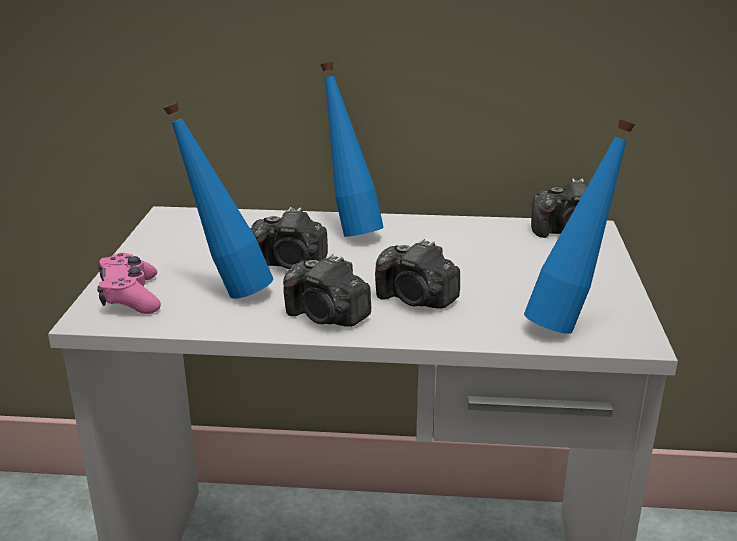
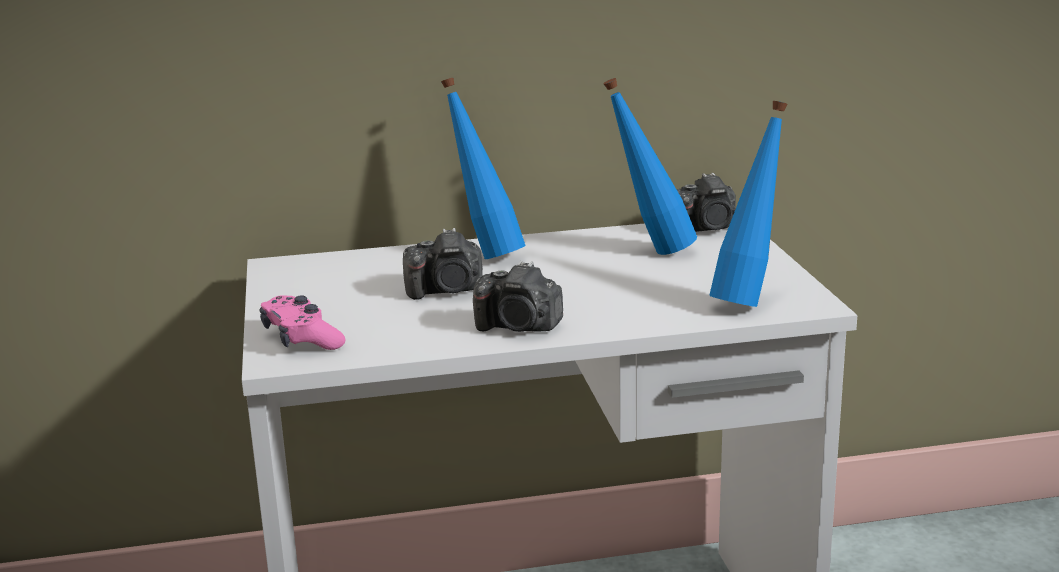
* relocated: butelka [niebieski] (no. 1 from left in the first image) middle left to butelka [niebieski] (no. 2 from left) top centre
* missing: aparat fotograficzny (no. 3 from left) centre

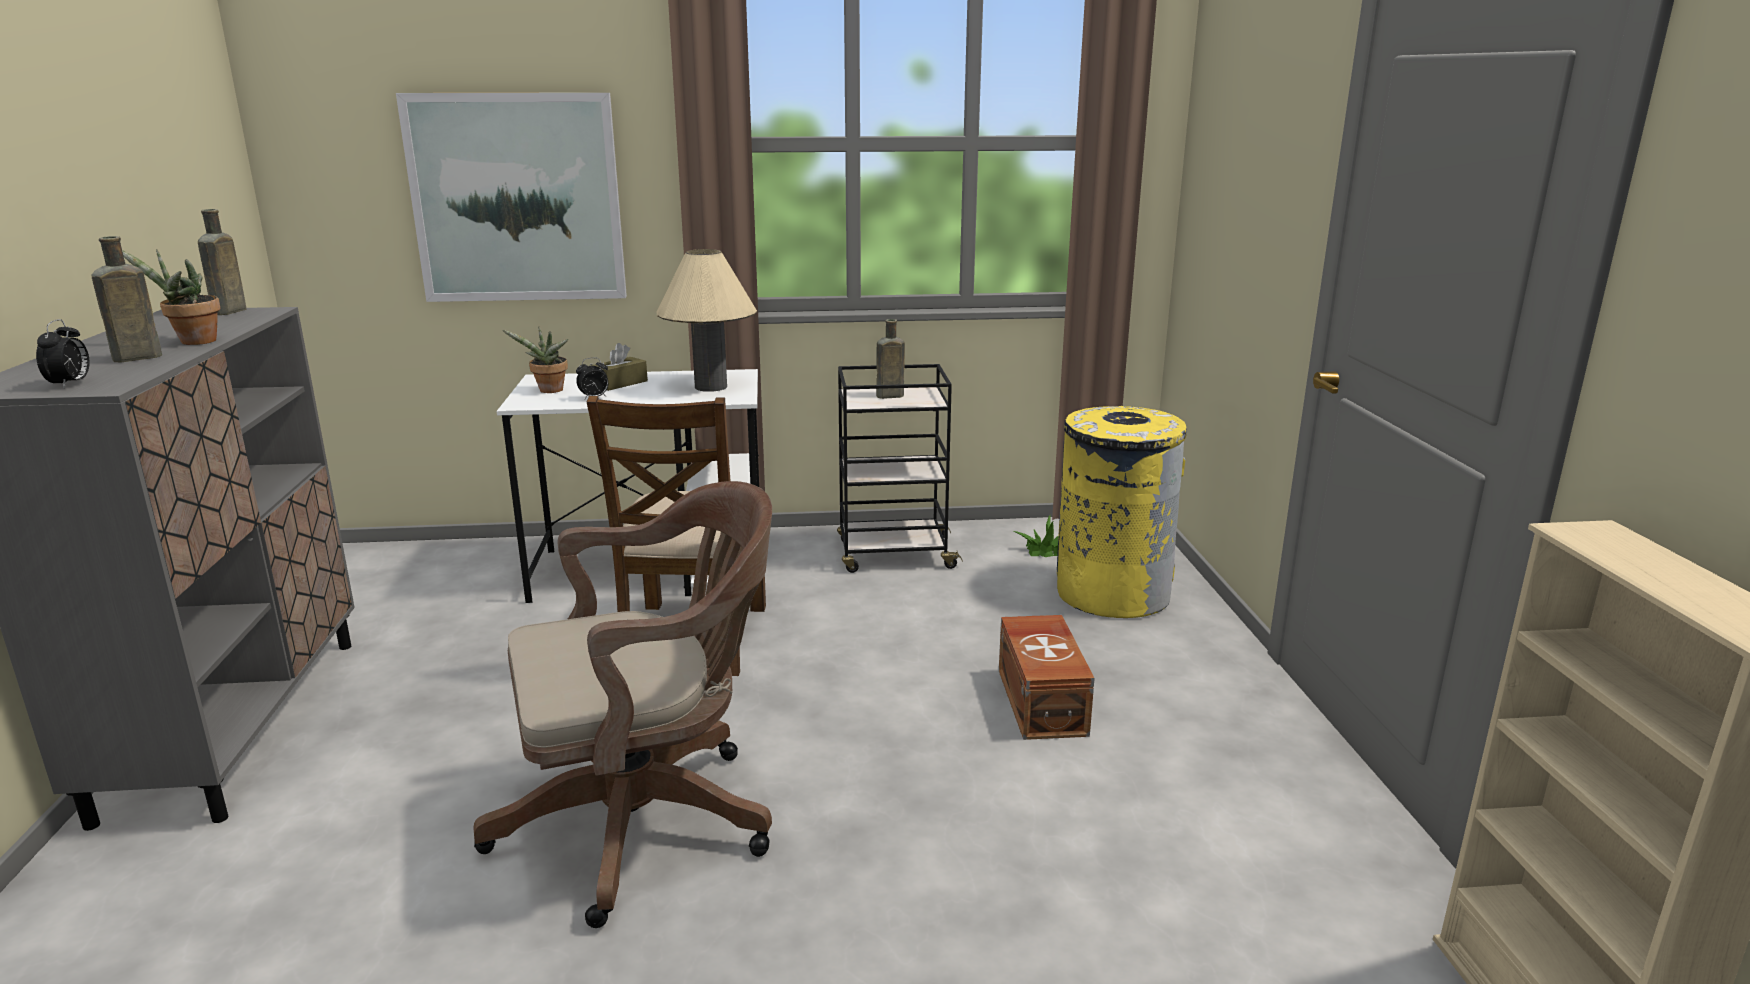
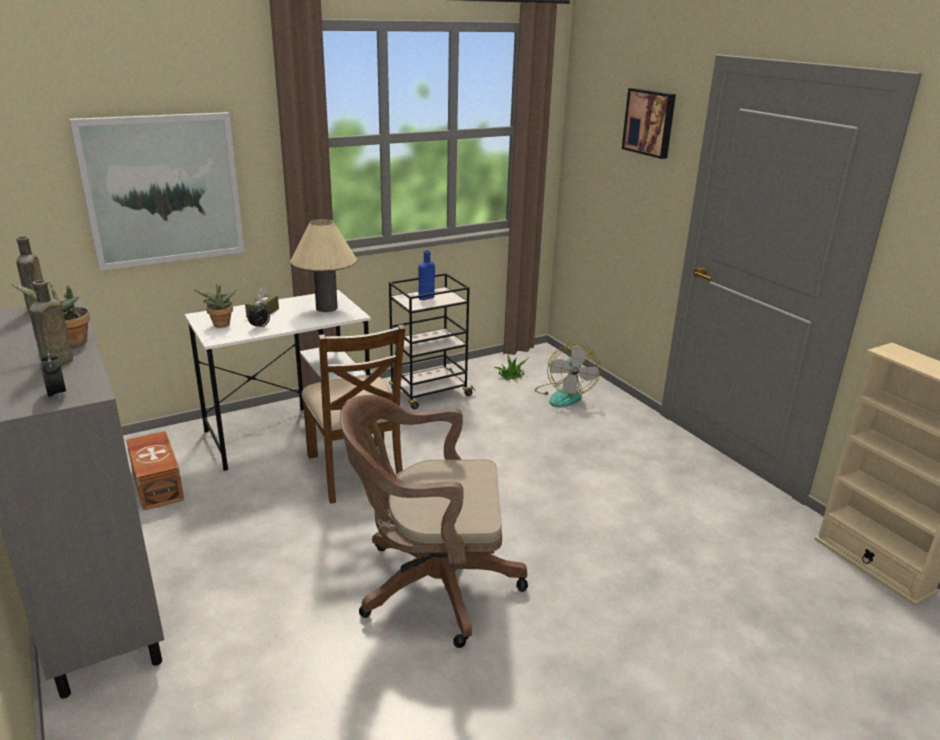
* colour: butelka [brązowy] (no. 3 from left) centre to butelka [niebieski] centre
* exchanged: kosz na śmieci [żółty] centre to wentylator centre
* spun: krzesło biurowe [brązowy] bottom centre = bottom centre 135 degrees counterclockwise
* relocated: pojemnik do przechowywania [brązowy] bottom centre to middle left
* appeared: obraz (no. 2 from left) top right

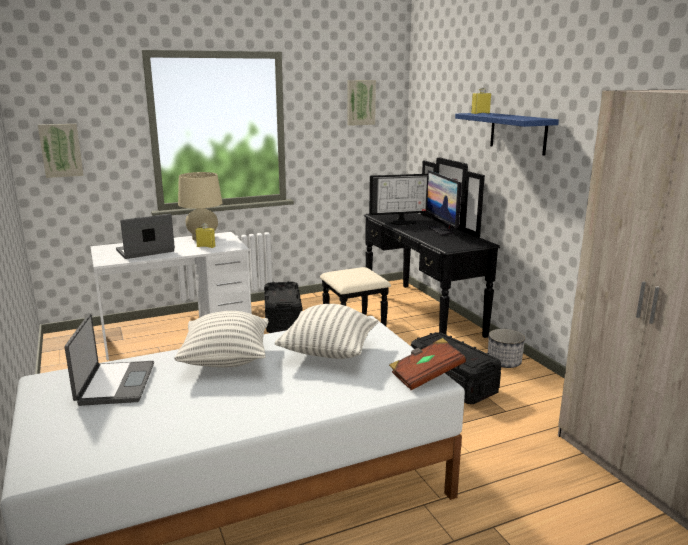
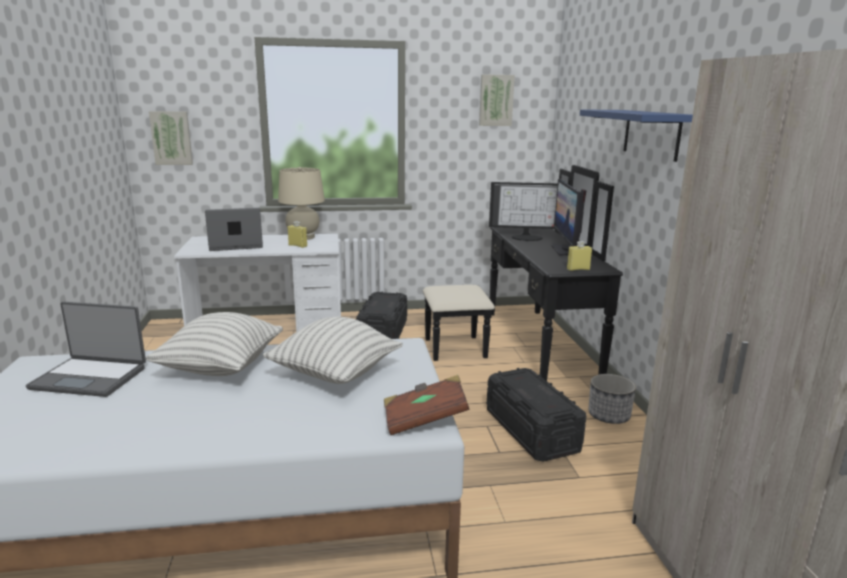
* relocated: butelka [żółty] (no. 2 from left) top right to middle right
* spun: laptop (no. 1 from left) middle left = middle left 90 degrees clockwise

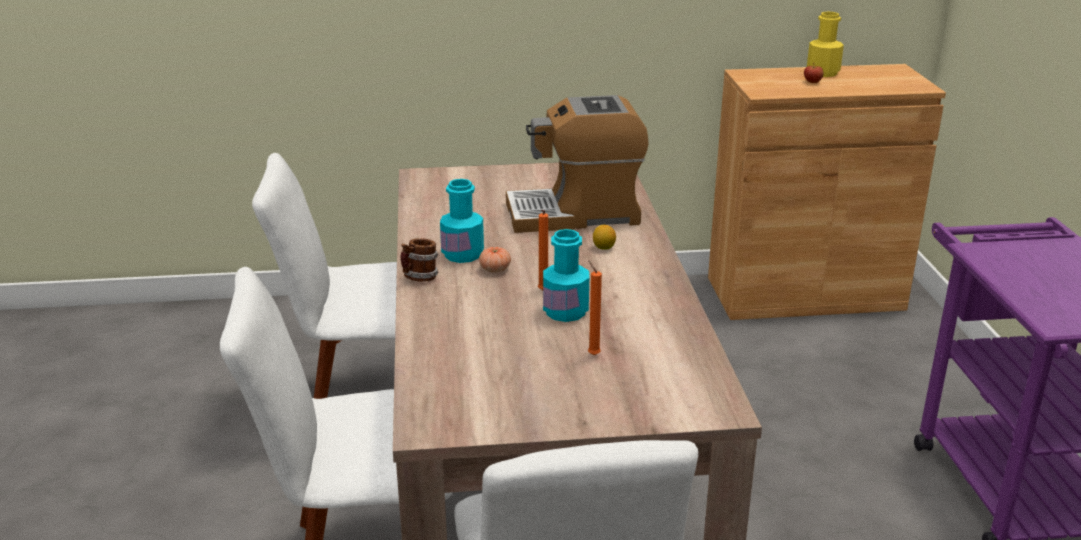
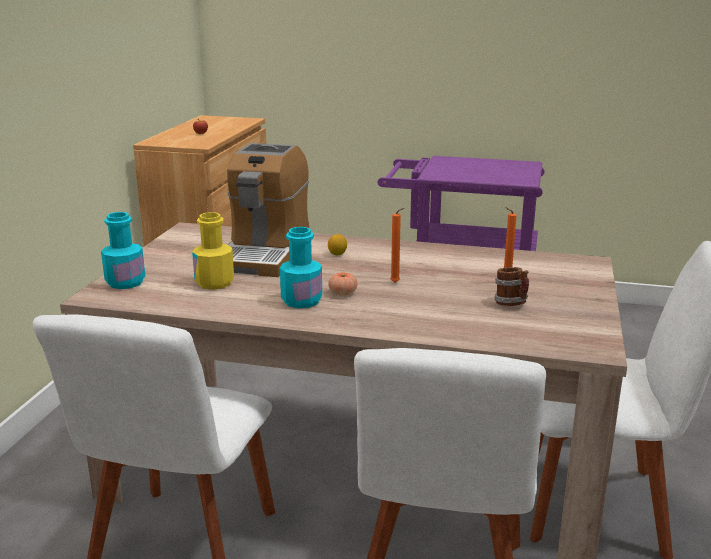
* relocated: butelka [żółty] top right to middle left
* relocated: butelka [turkusowy] (no. 2 from left in the first image) centre to butelka [turkusowy] (no. 1 from left) middle left
* relocated: kubek centre to middle right

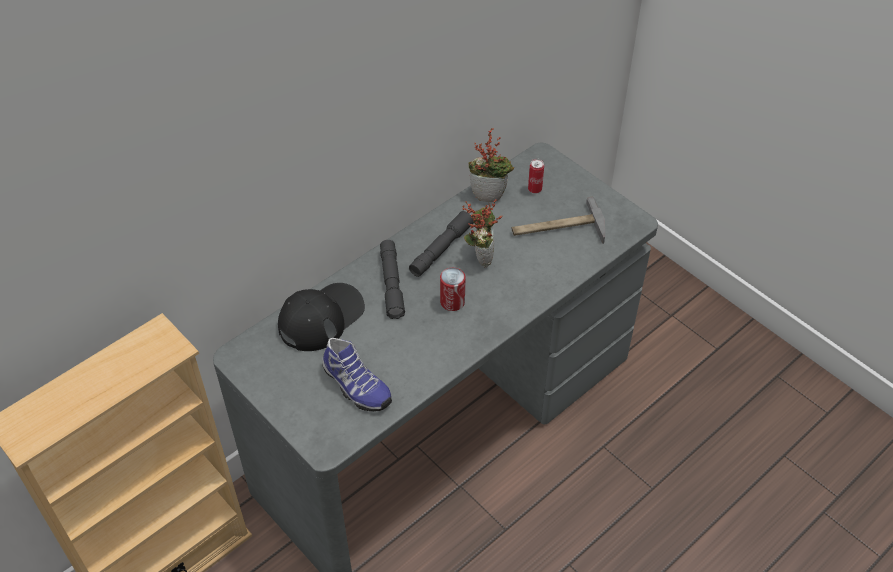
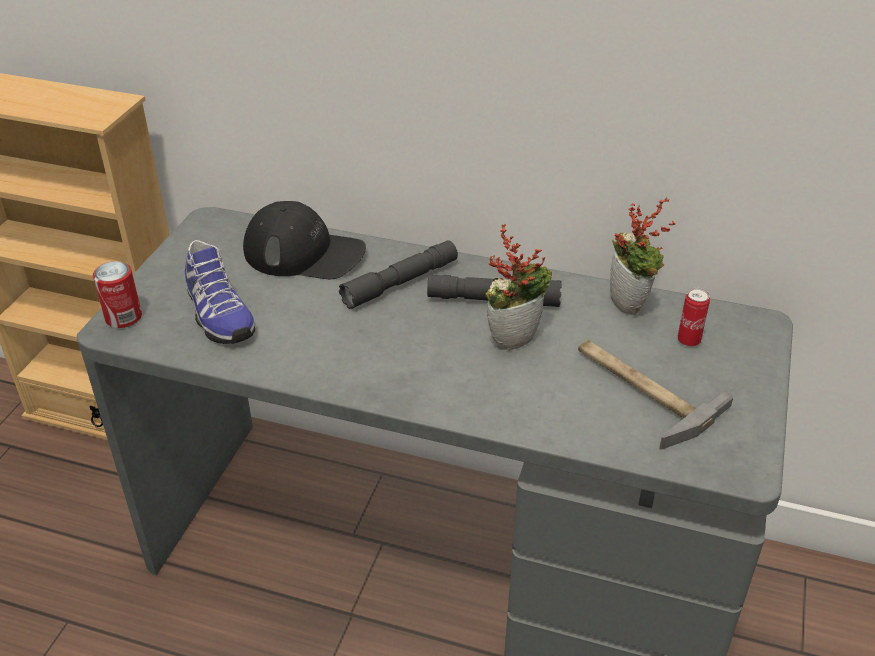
* relocated: puszka (no. 1 from left) centre to middle left
* spun: but centre = middle left 45 degrees counterclockwise

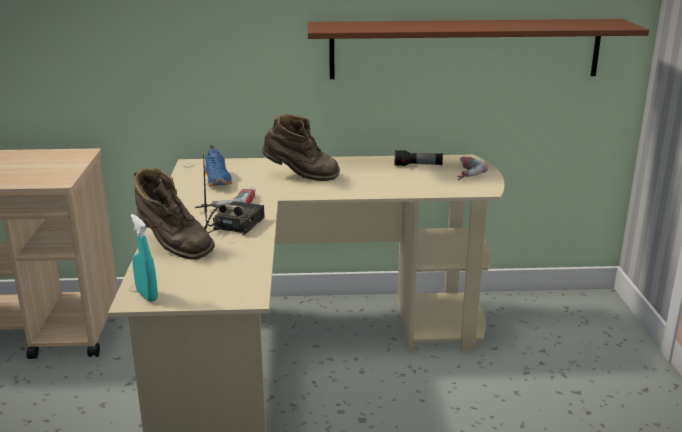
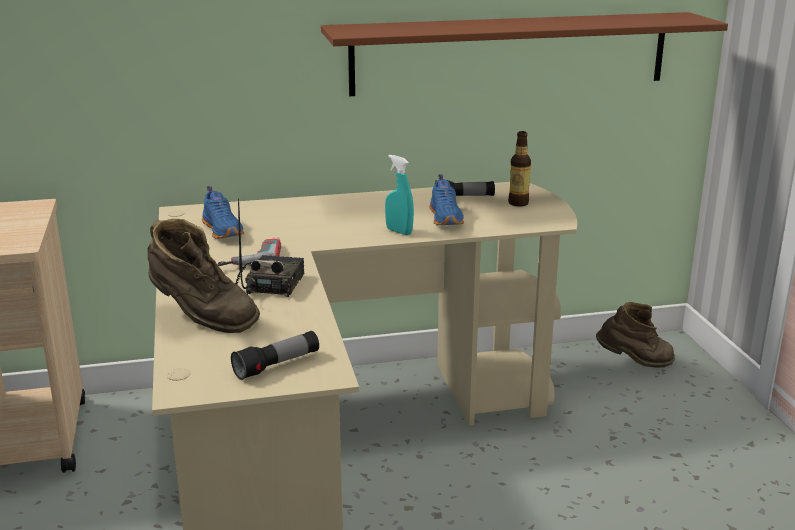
* relocated: but z cholewką [brązowy] (no. 2 from left) centre to middle right
* exchanged: wiertarka (no. 2 from left) middle right to butelka top centre
* relocated: spryskiwacz [turkusowy] middle left to centre
* appeared: but [niebieski] (no. 2 from left) centre
* appeared: latarka (no. 1 from left) bottom centre

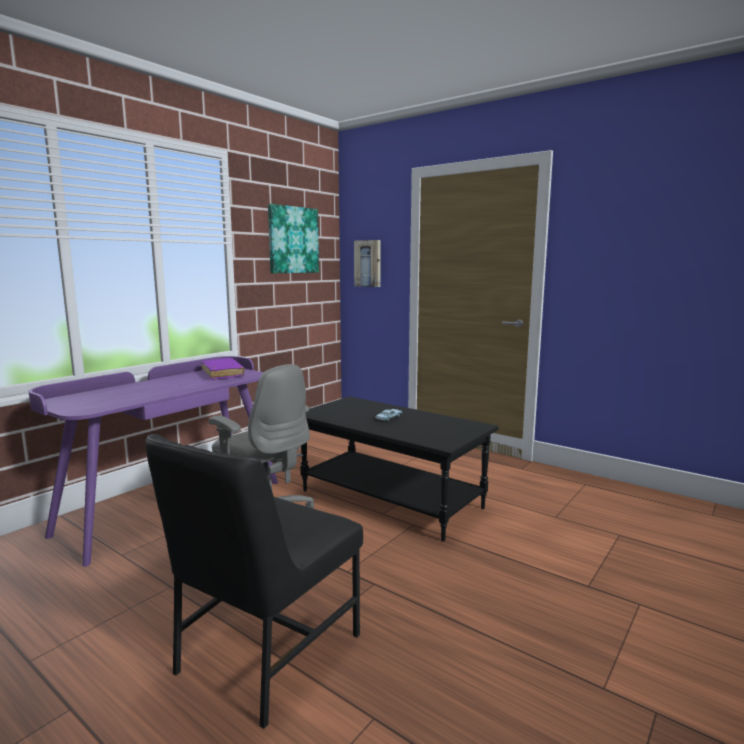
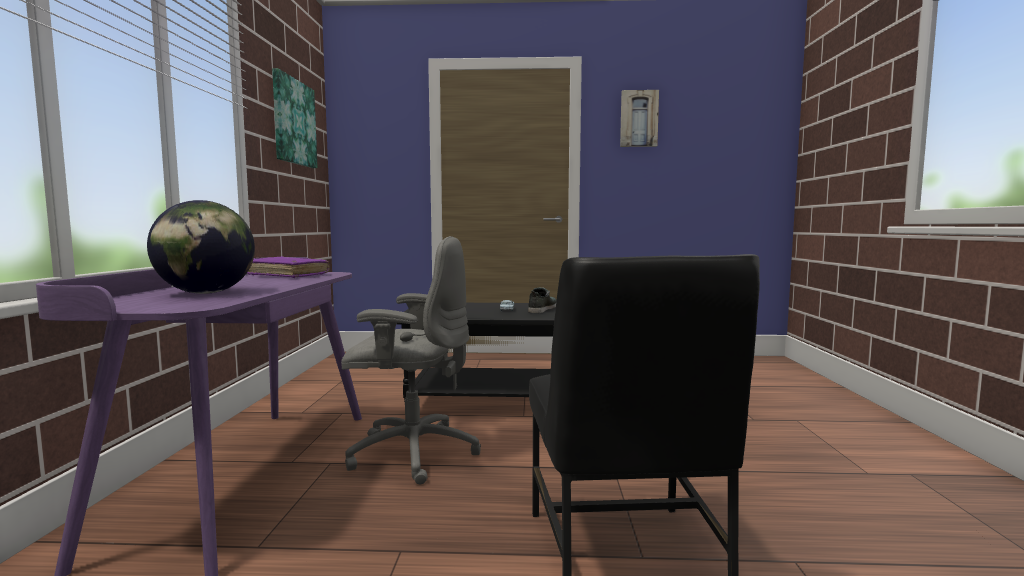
* relocated: obraz (no. 2 from left) centre to top centre
* appeared: globus middle left
* appeared: but centre

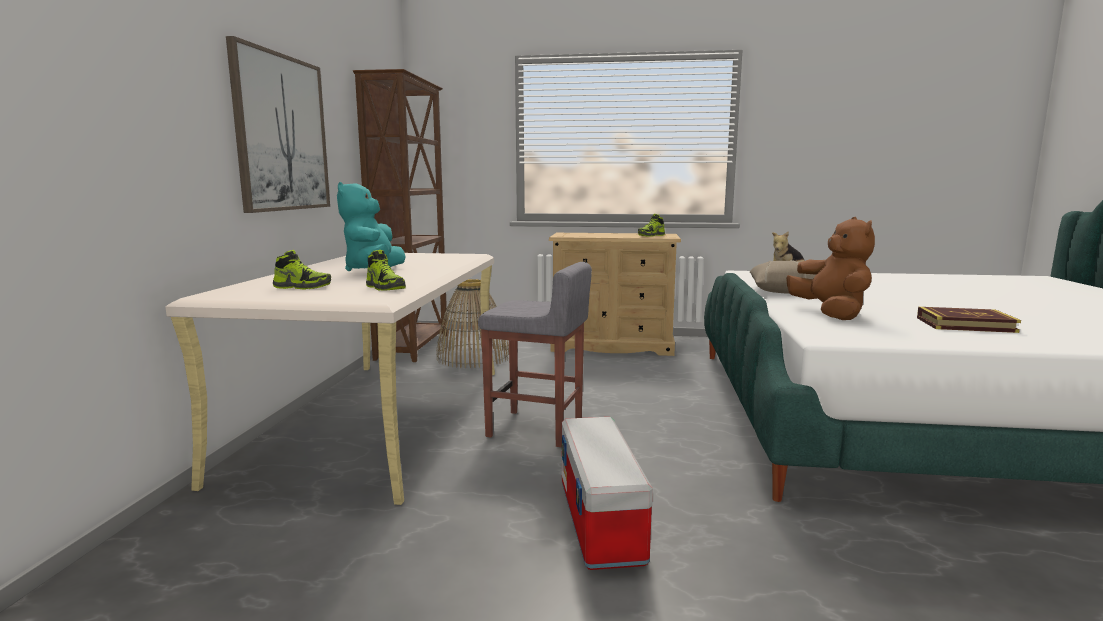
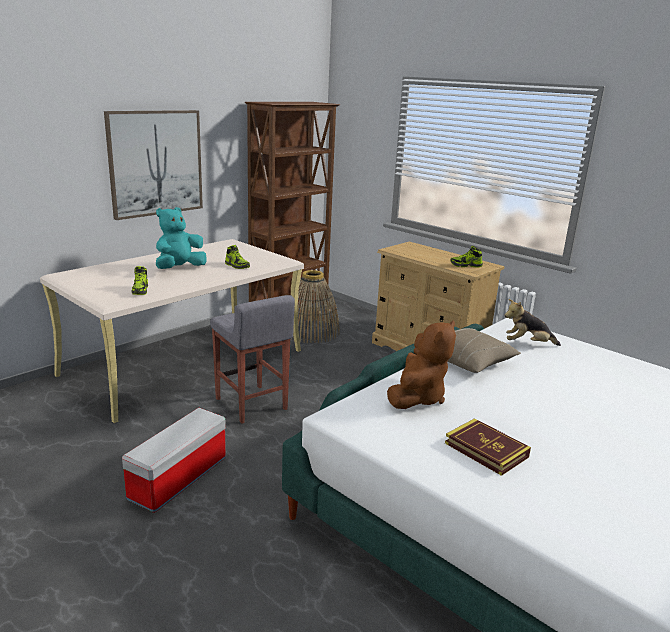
* relocated: but (no. 1 from left in the first image) middle left to but (no. 2 from left) centre

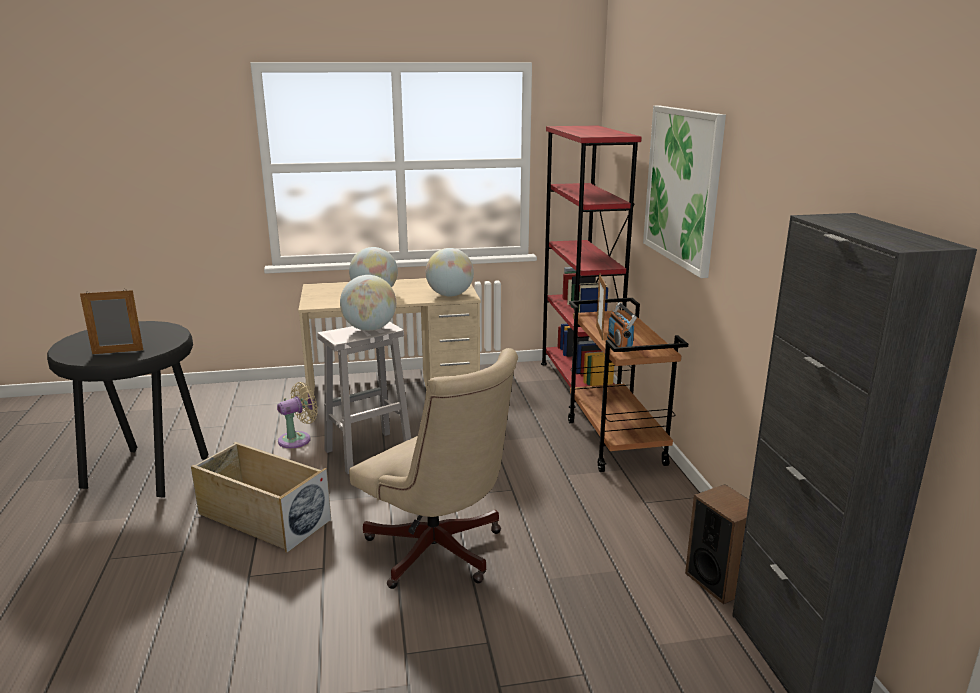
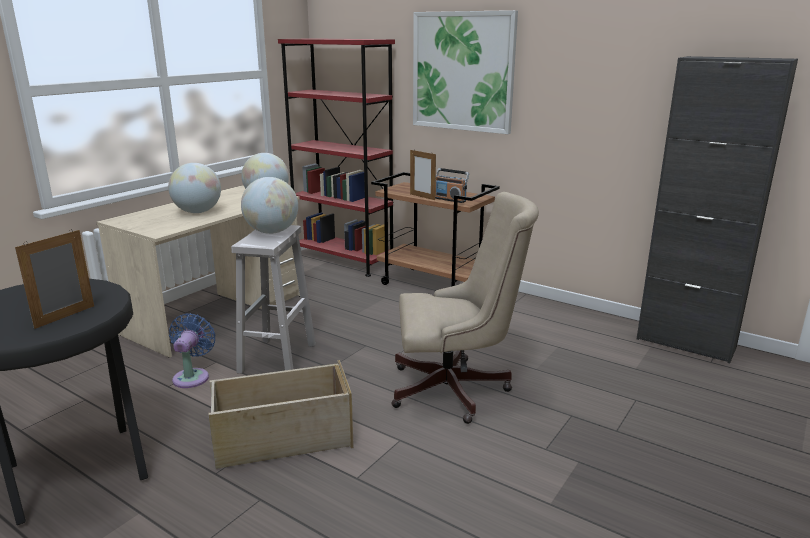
* colour: wentylator [beżowy] middle left to wentylator [niebieski] middle left
* missing: głośnik bottom right

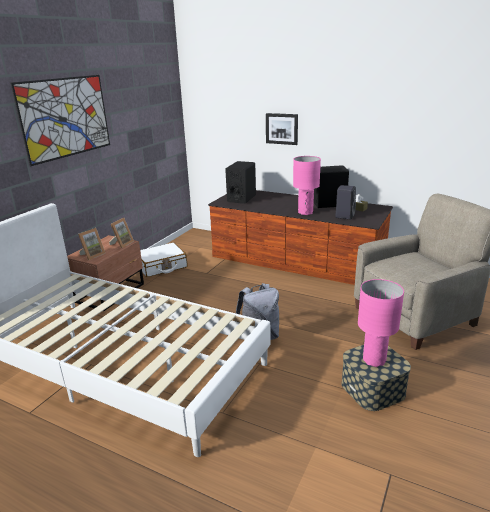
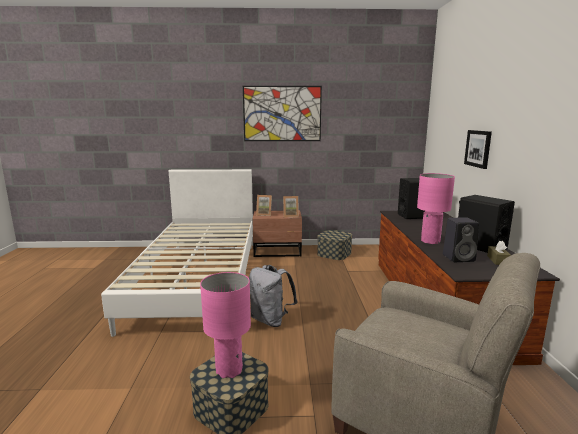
* exchanged: walizka [biały] middle left to pojemnik do przechowywania (no. 2 from left) centre

